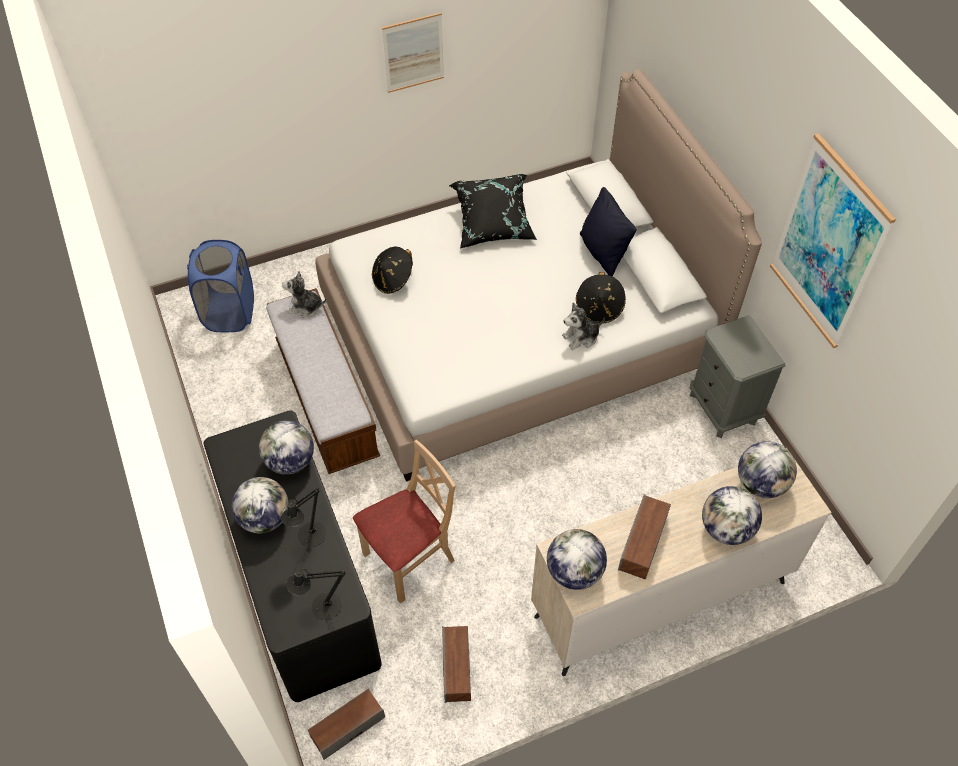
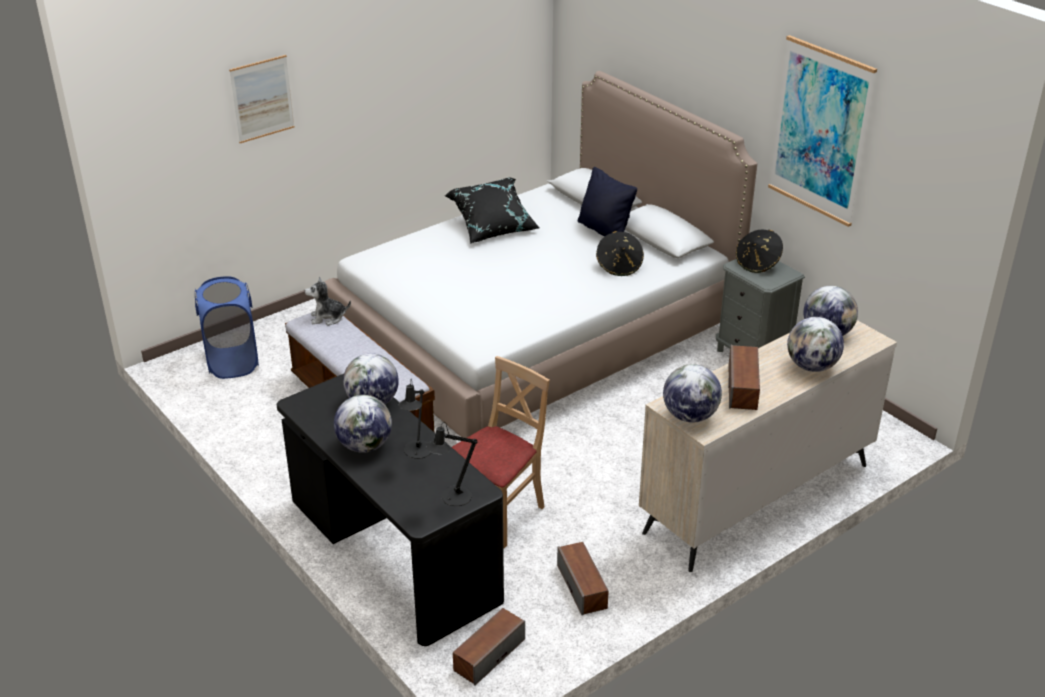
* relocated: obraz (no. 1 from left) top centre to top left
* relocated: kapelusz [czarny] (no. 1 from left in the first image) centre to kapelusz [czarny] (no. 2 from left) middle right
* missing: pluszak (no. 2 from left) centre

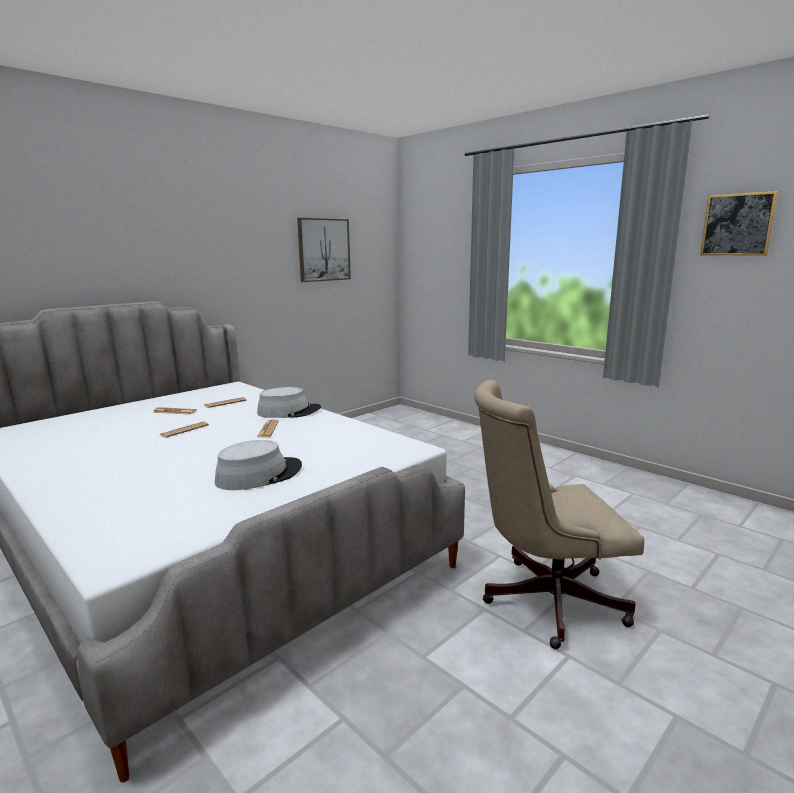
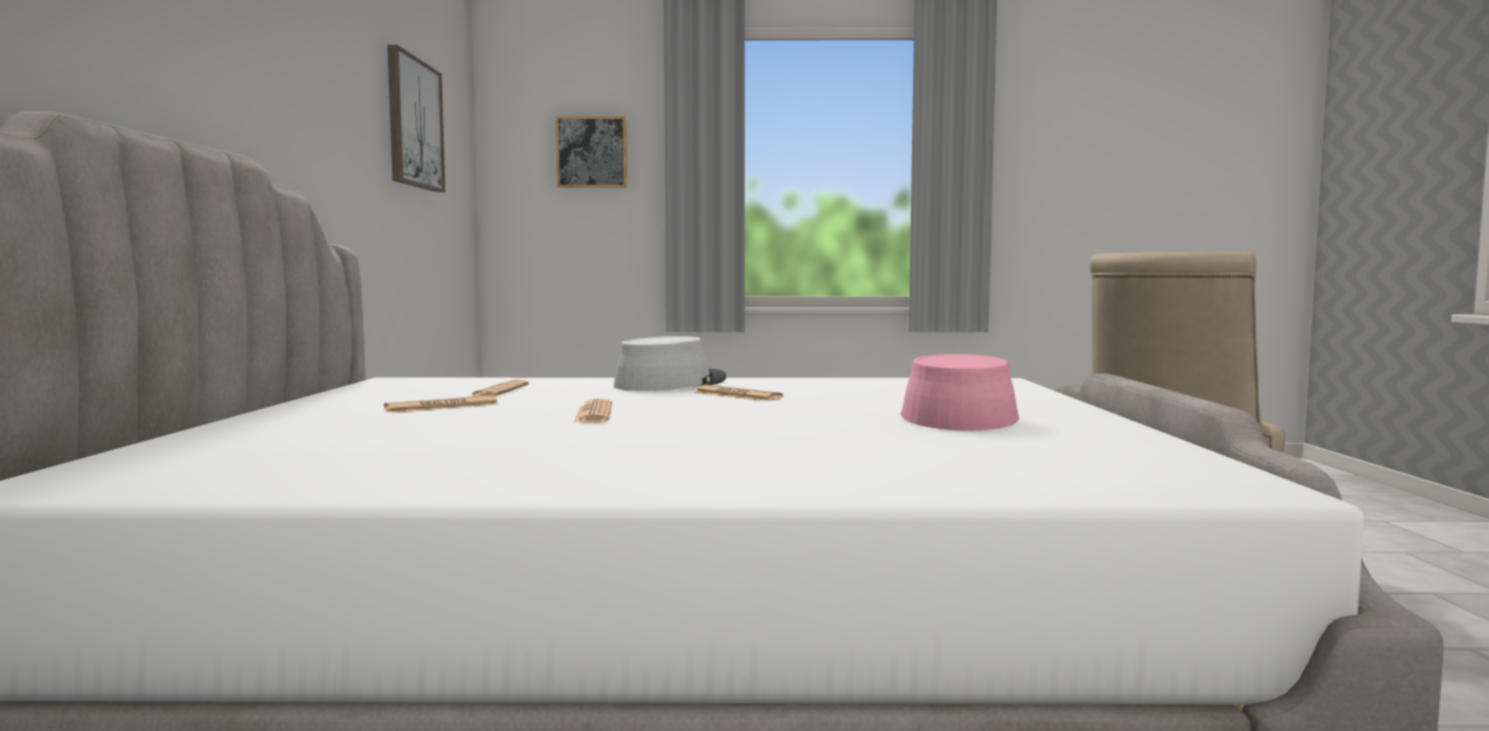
* relocated: obraz (no. 2 from left) top right to top centre
* colour: kapelusz [szary] (no. 1 from left) middle left to kapelusz [różowy] centre

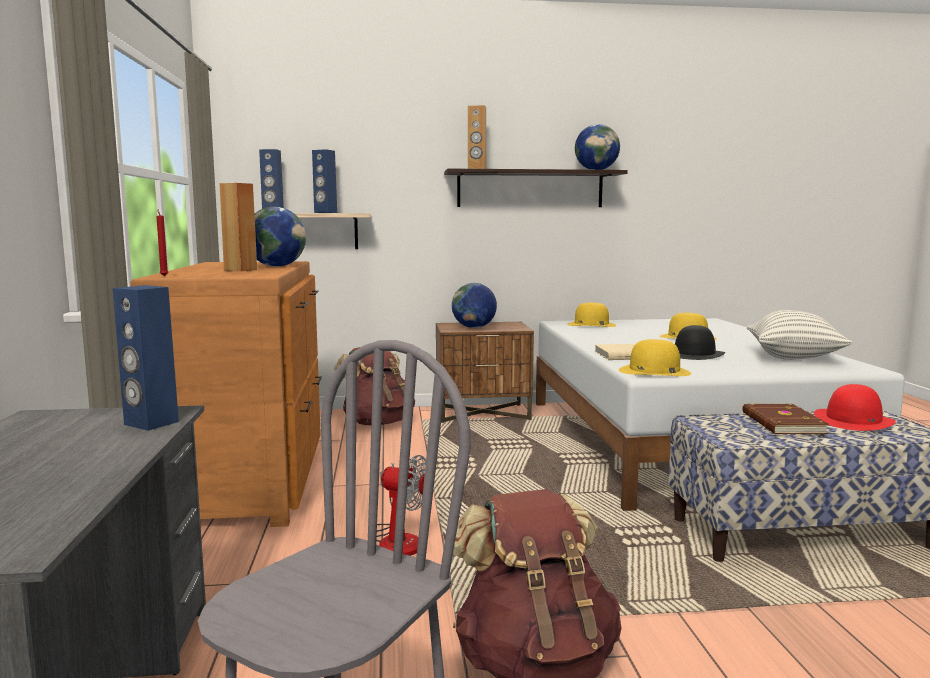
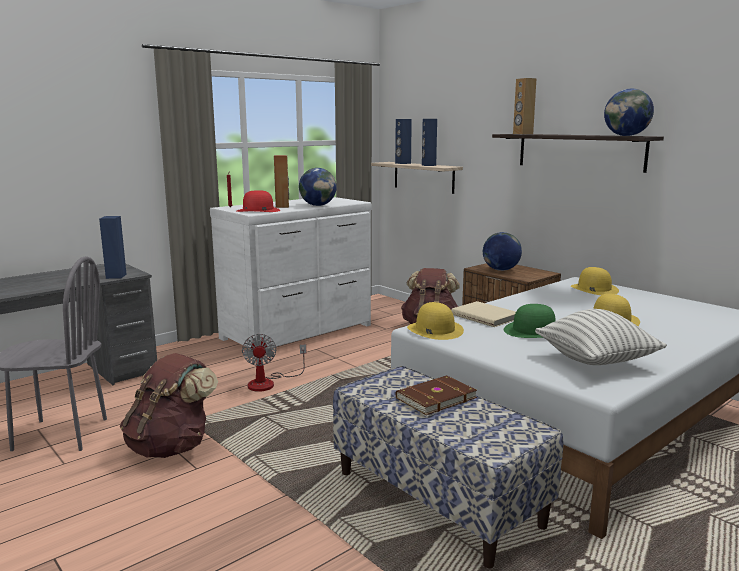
* colour: komoda [brązowy] middle left to komoda [biały] centre
* colour: kapelusz [czarny] middle right to kapelusz [zielony] middle right
* relocated: kapelusz [czerwony] middle right to centre

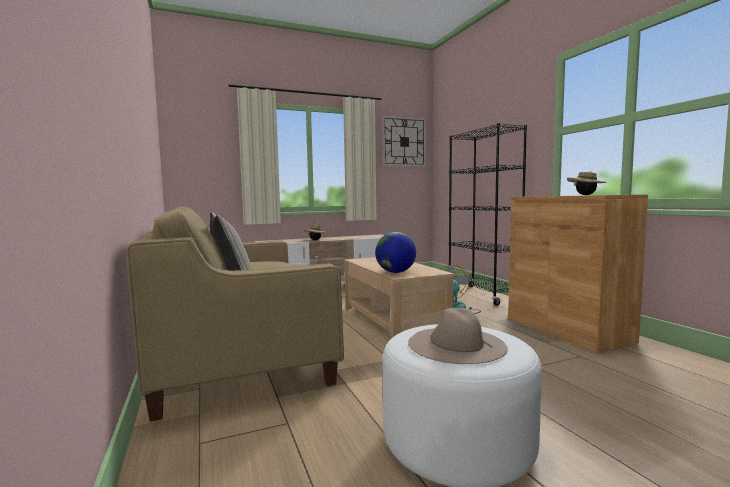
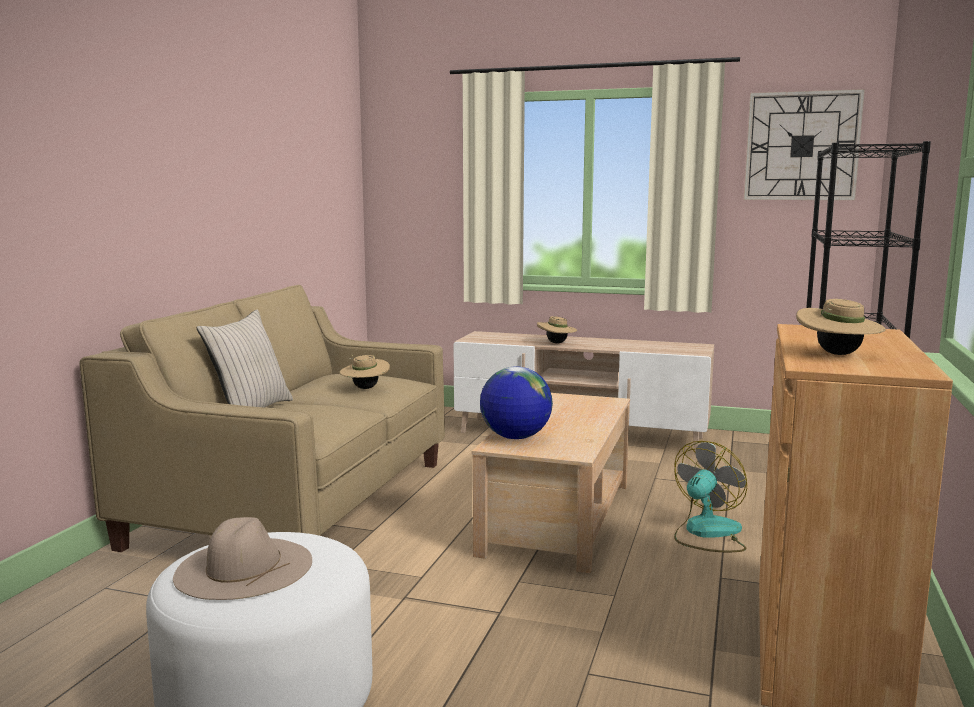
* appeared: kapelusz [beżowy] (no. 2 from left) centre

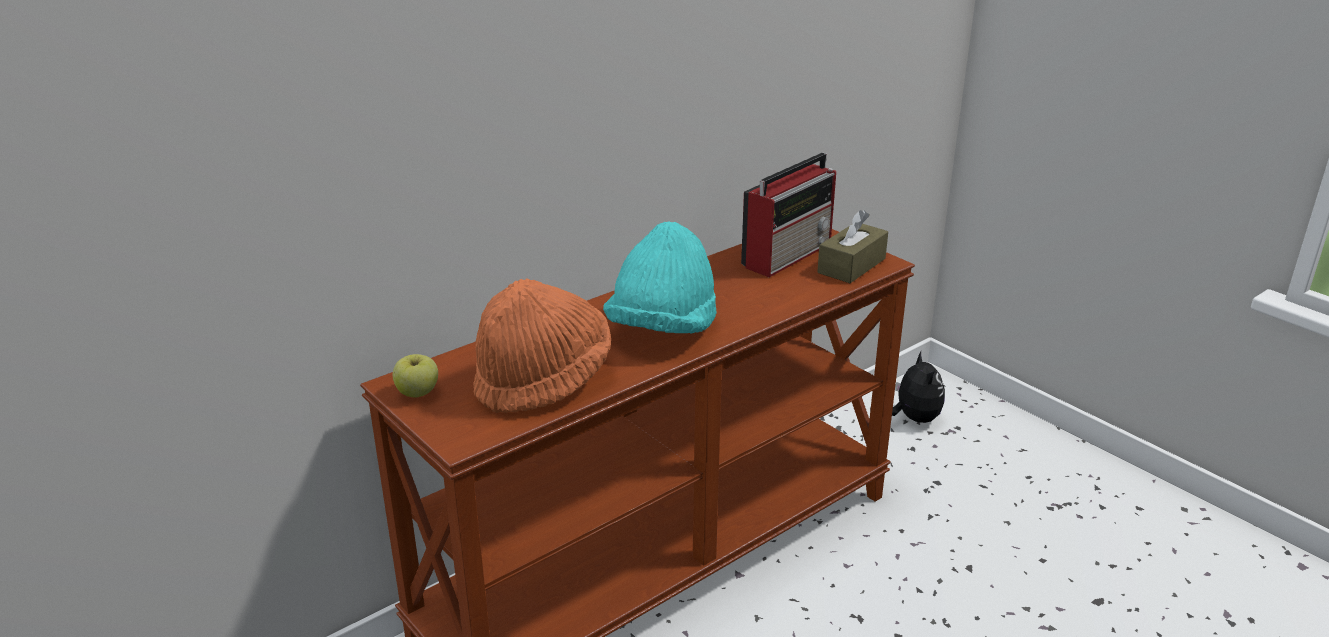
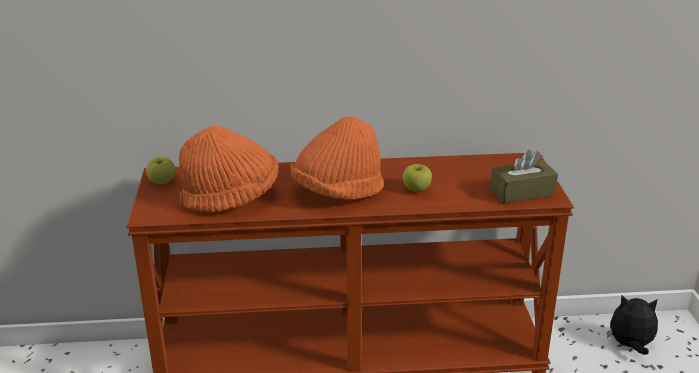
* missing: radio centre
* colour: kapelusz [turkusowy] centre to kapelusz [pomarańczowy] (no. 2 from left) centre
* spun: pluszak middle right = bottom right 105 degrees counterclockwise
* appeared: jabłko (no. 2 from left) centre

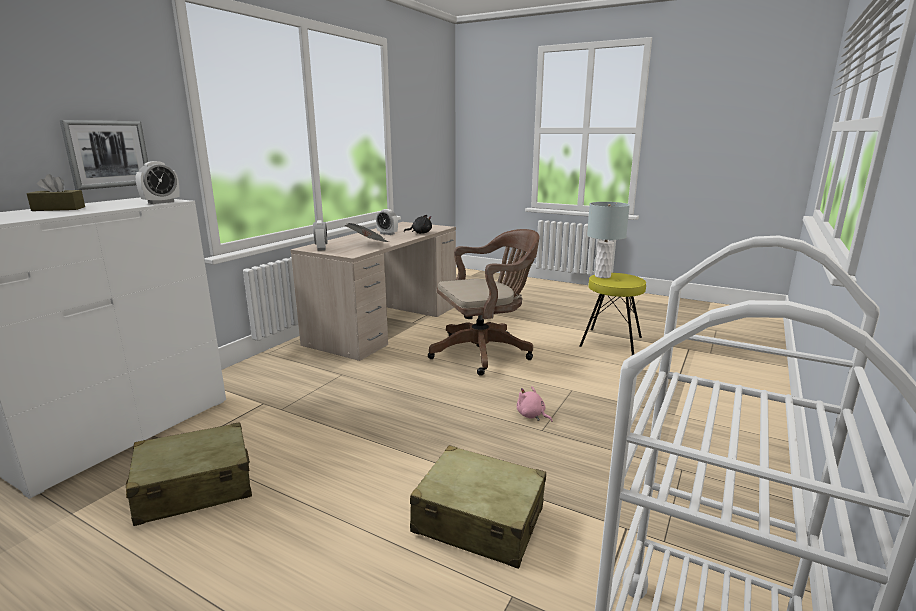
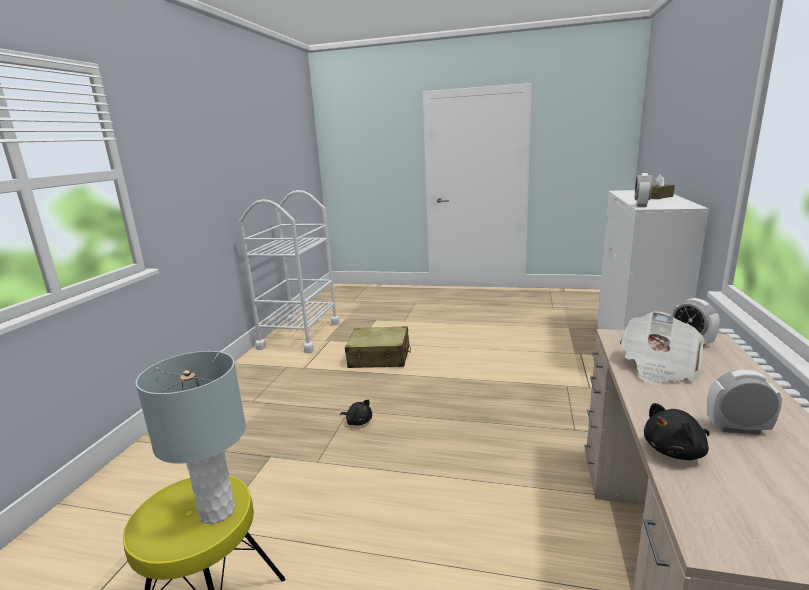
* missing: obraz top left
* missing: krzesło biurowe [brązowy] centre
* colour: pluszak [różowy] centre to pluszak [czarny] (no. 1 from left) bottom centre
* missing: walizka [beżowy] (no. 1 from left) bottom left

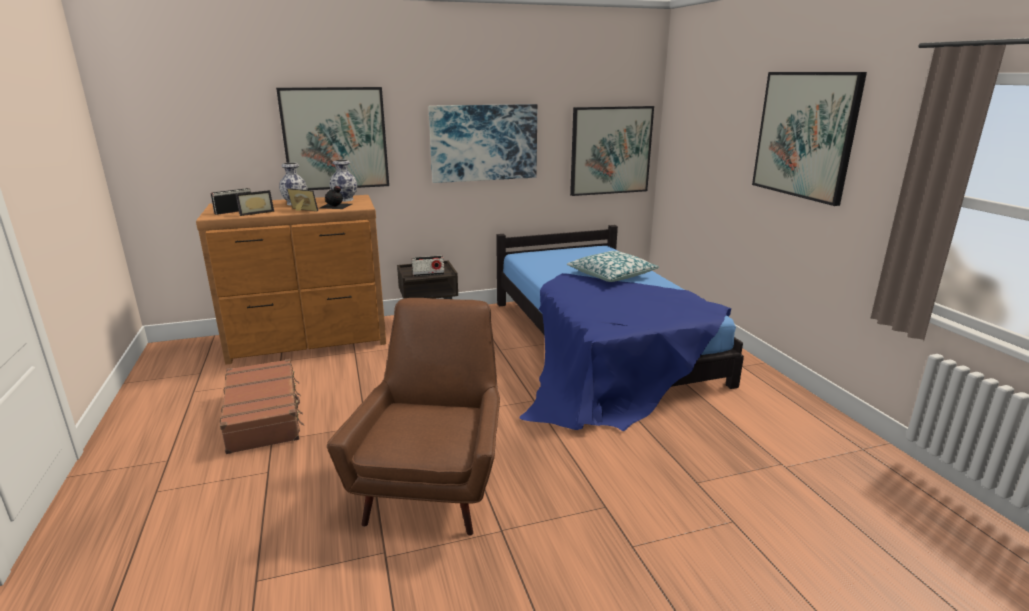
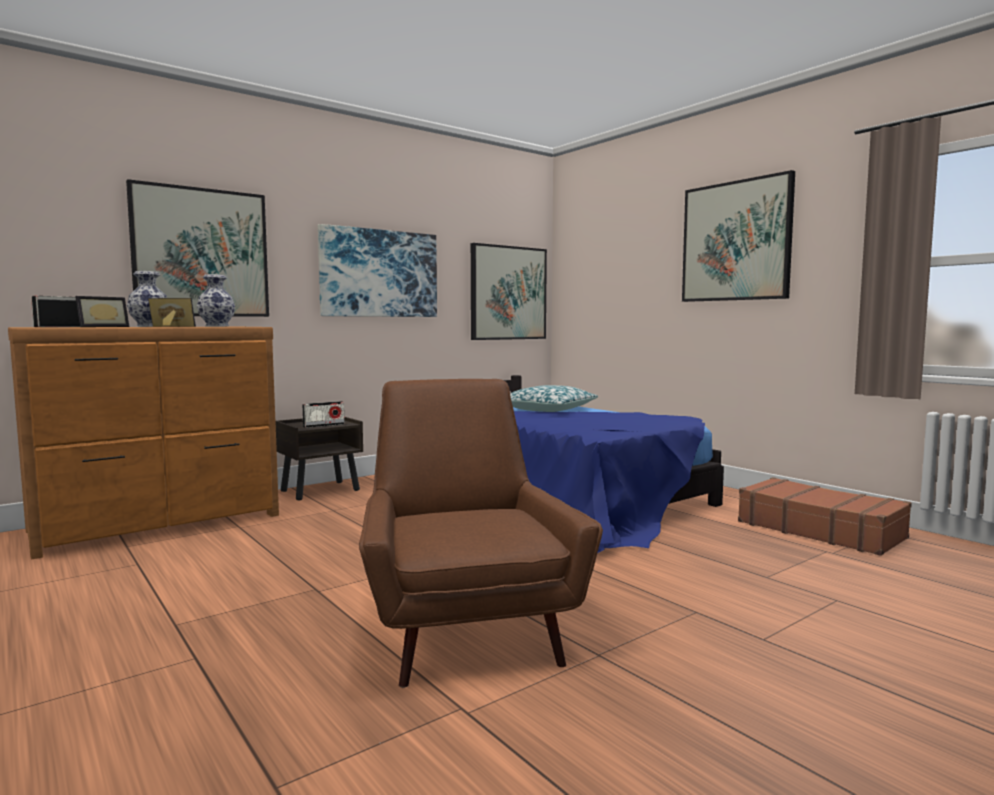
* missing: butelka [czarny] top left
* relocated: walizka [brązowy] middle left to middle right

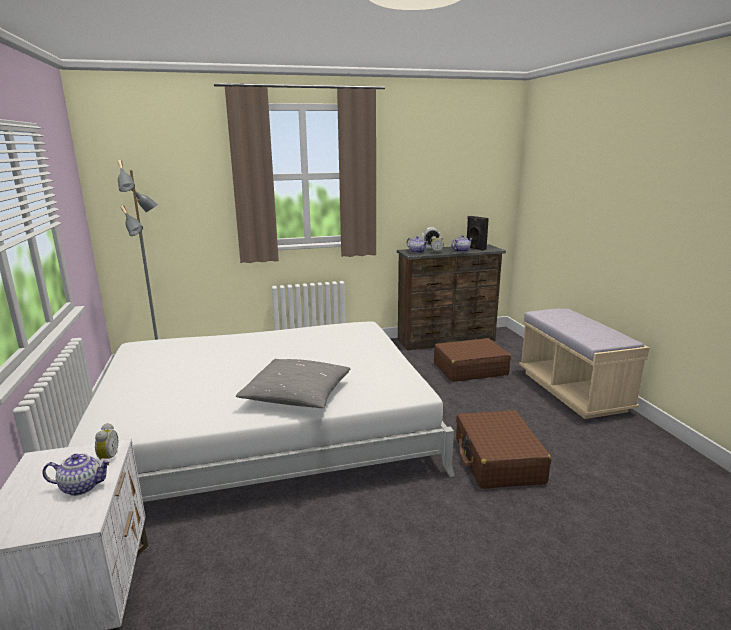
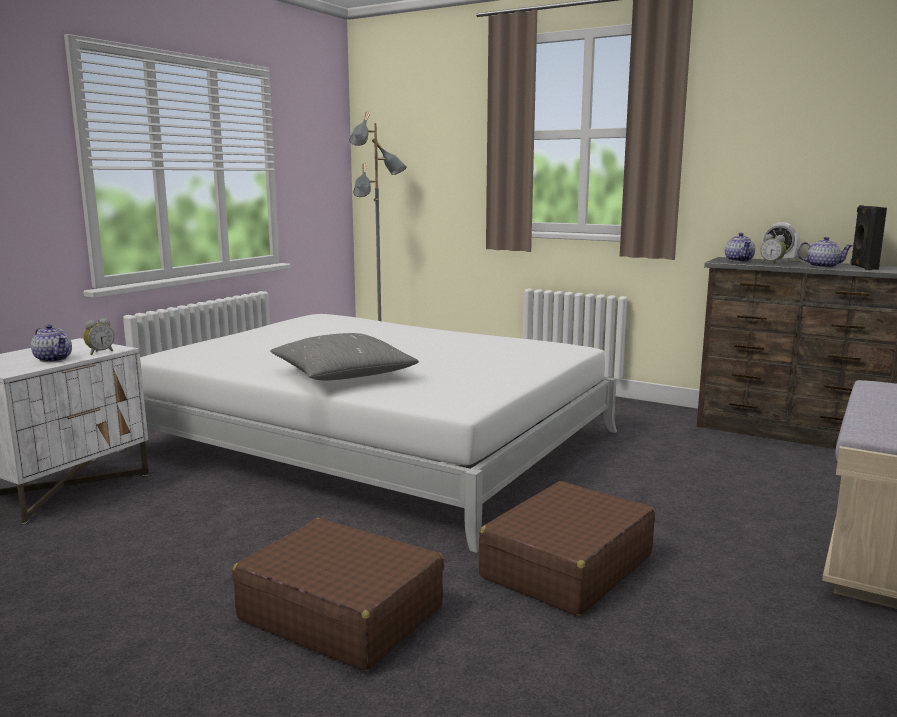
* relocated: walizka [brązowy] (no. 1 from left) centre to bottom centre

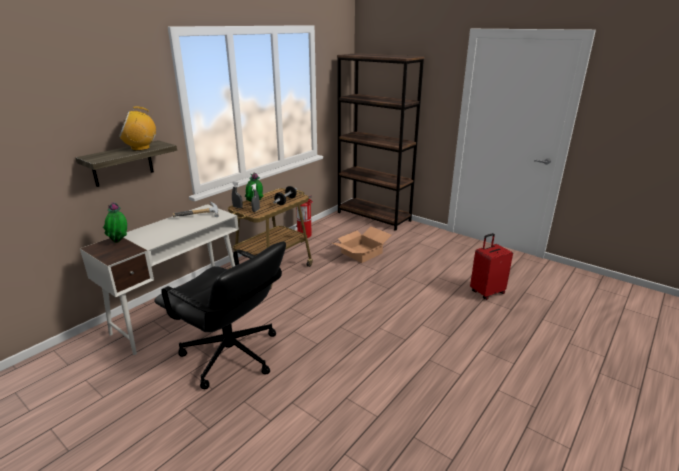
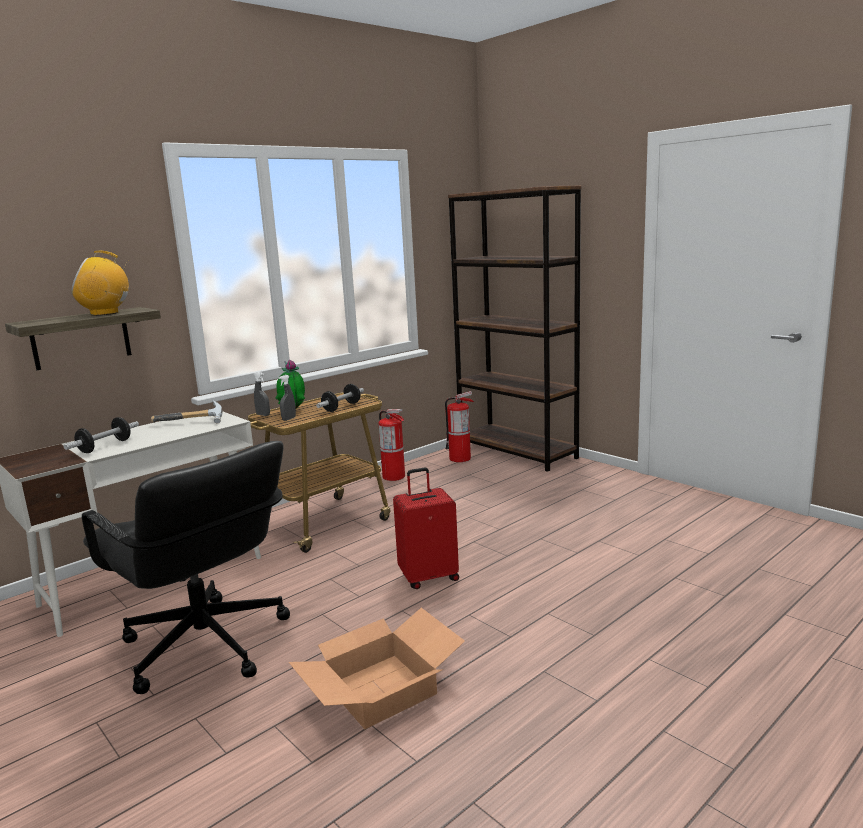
* missing: roślina doniczkowa (no. 1 from left) middle left
* relocated: karton centre to bottom centre
* relocated: walizka [czerwony] middle right to centre
* appeared: gaśnica (no. 2 from left) centre
* appeared: hantel (no. 1 from left) middle left

